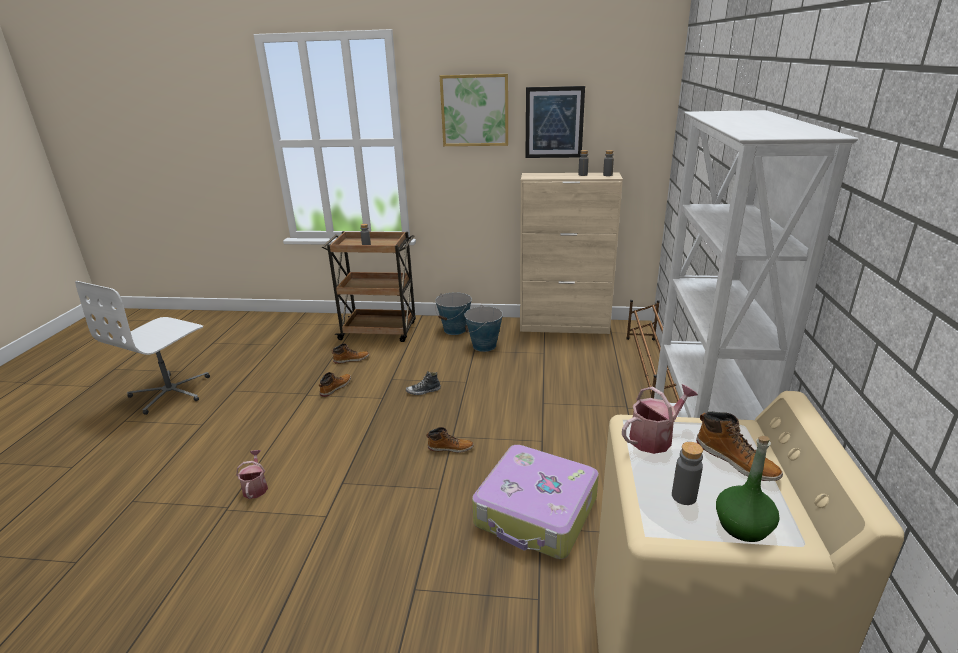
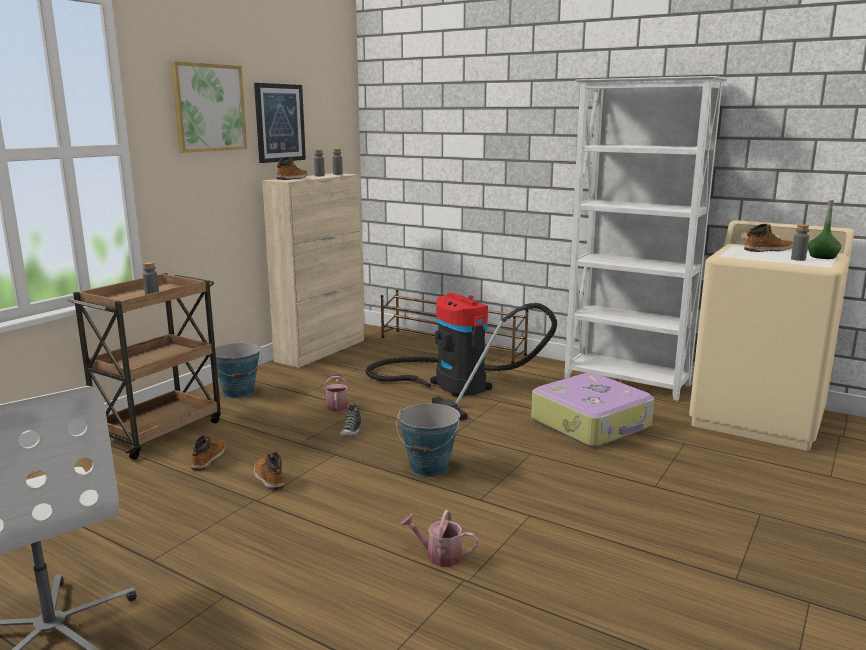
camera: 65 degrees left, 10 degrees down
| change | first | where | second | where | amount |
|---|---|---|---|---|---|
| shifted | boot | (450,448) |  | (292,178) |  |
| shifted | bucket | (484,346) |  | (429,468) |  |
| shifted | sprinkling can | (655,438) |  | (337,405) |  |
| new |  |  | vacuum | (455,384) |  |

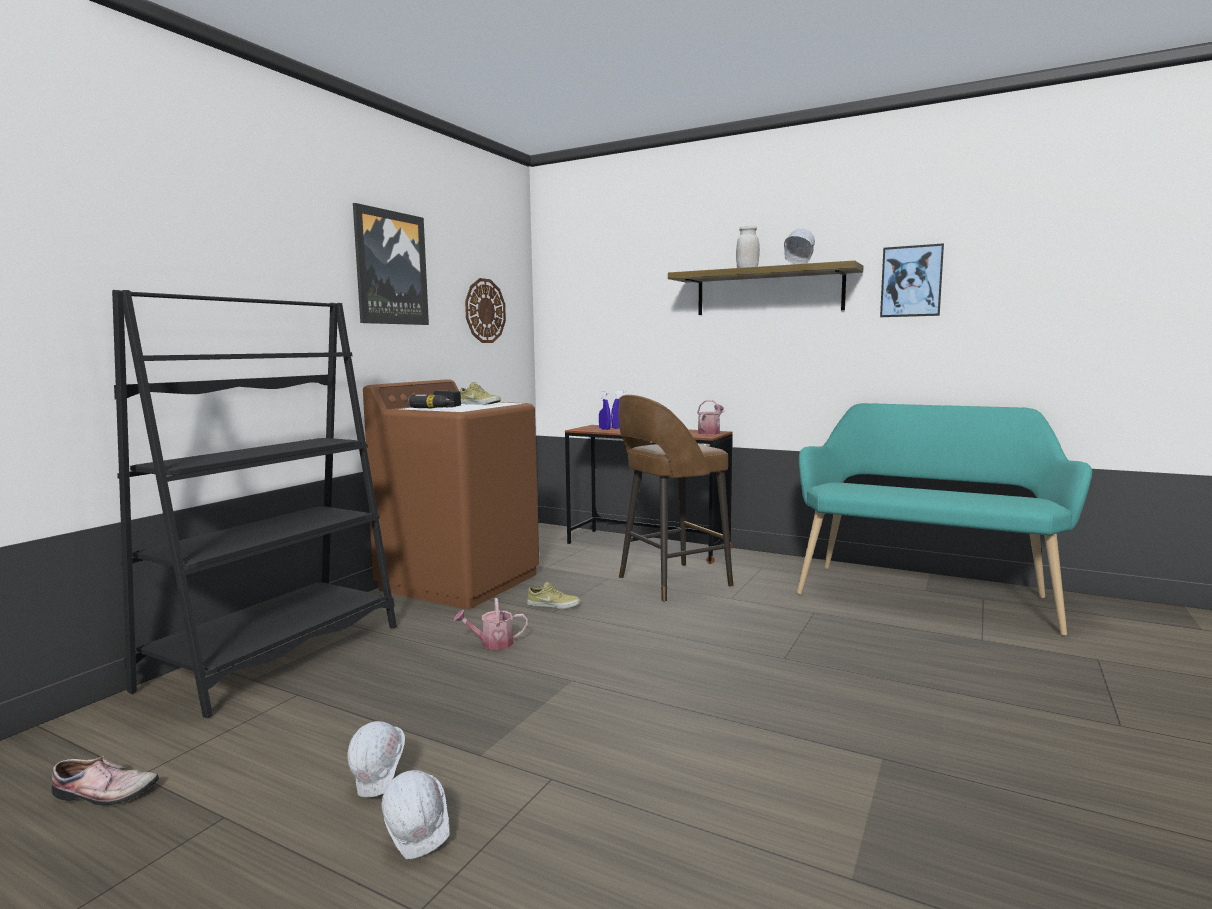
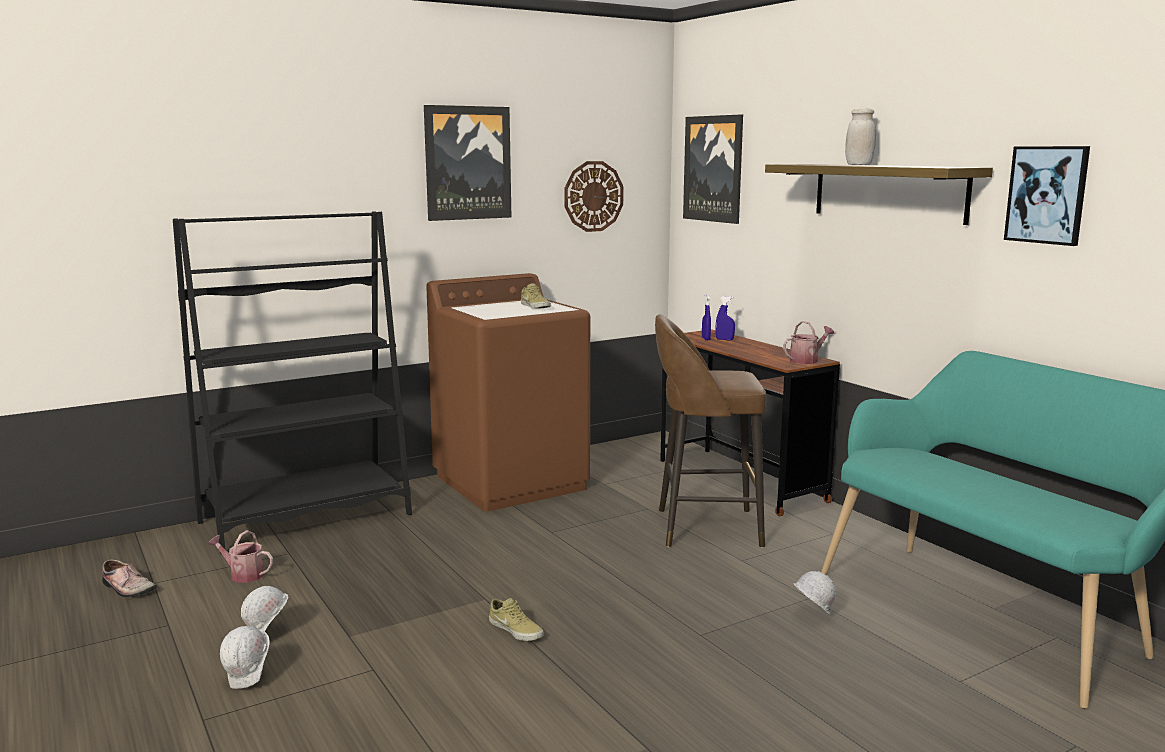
camera: 30 degrees right, 5 degrees up
| change | first | where | second | where | amount |
|---|---|---|---|---|---|
| gone | power drill | (442,408) |  |  |  |
| shifted | sprinkling can | (492,643) |  | (243,574) |  |
| shifted | beige shoe | (554,604) |  | (517,630) |  |
| shifted | white safety helmet | (797,264) |  | (811,615) |  |
| new |  |  | picture | (714,169) |  |

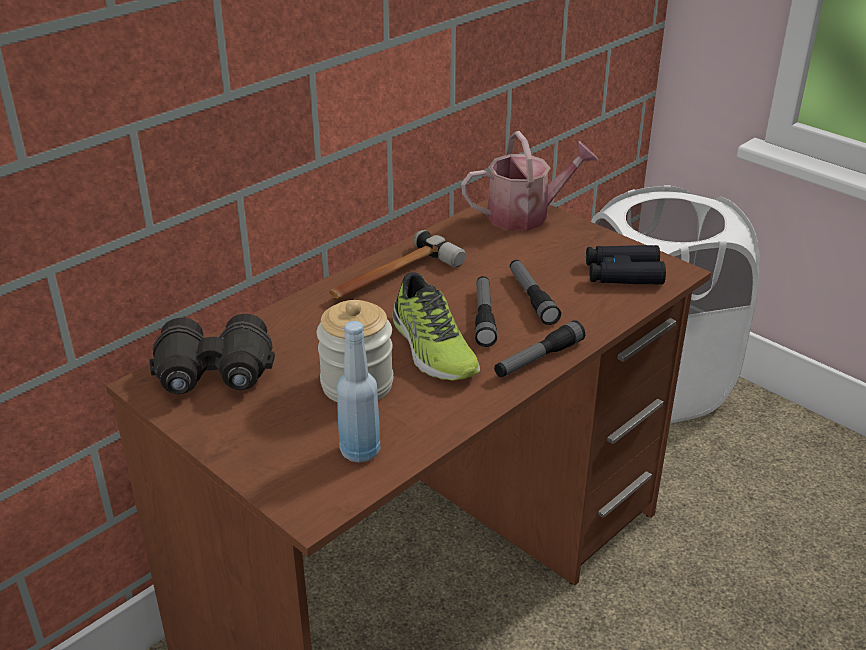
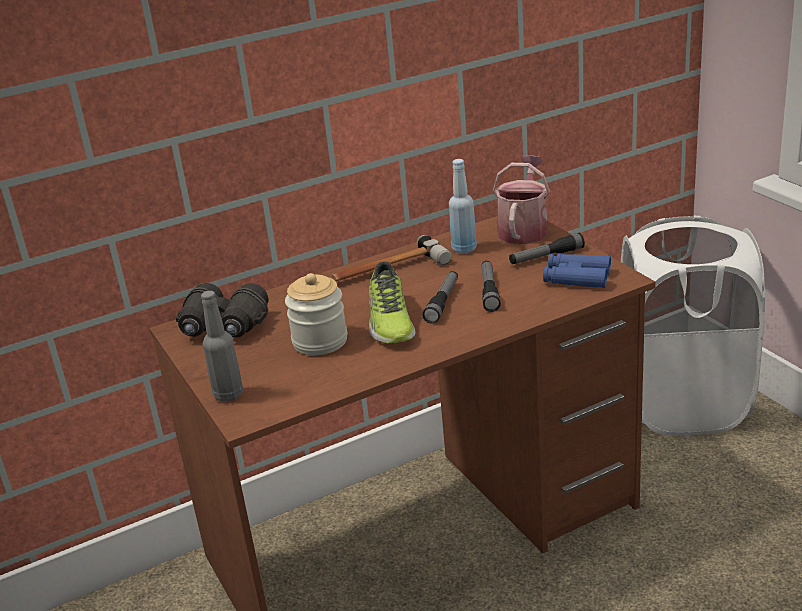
camera: 20 degrees right, 5 degrees down
| change | first | where | second | where | amount |
|---|---|---|---|---|---|
| shifted | blue-coloured beverage bottle | (360,451) |  | (464,249) |  |
| rotated | sprinkling can | (526,215) |  | (524,229) | 75 degrees counterclockwise |
| shifted | hand torch | (538,359) |  | (546,256) |  |
| repainted | black field glasses | (623,274) | blue-coloured field glasses | (576,278) |  |
| new |  |  | grey beverage bottle | (229,395) |  |

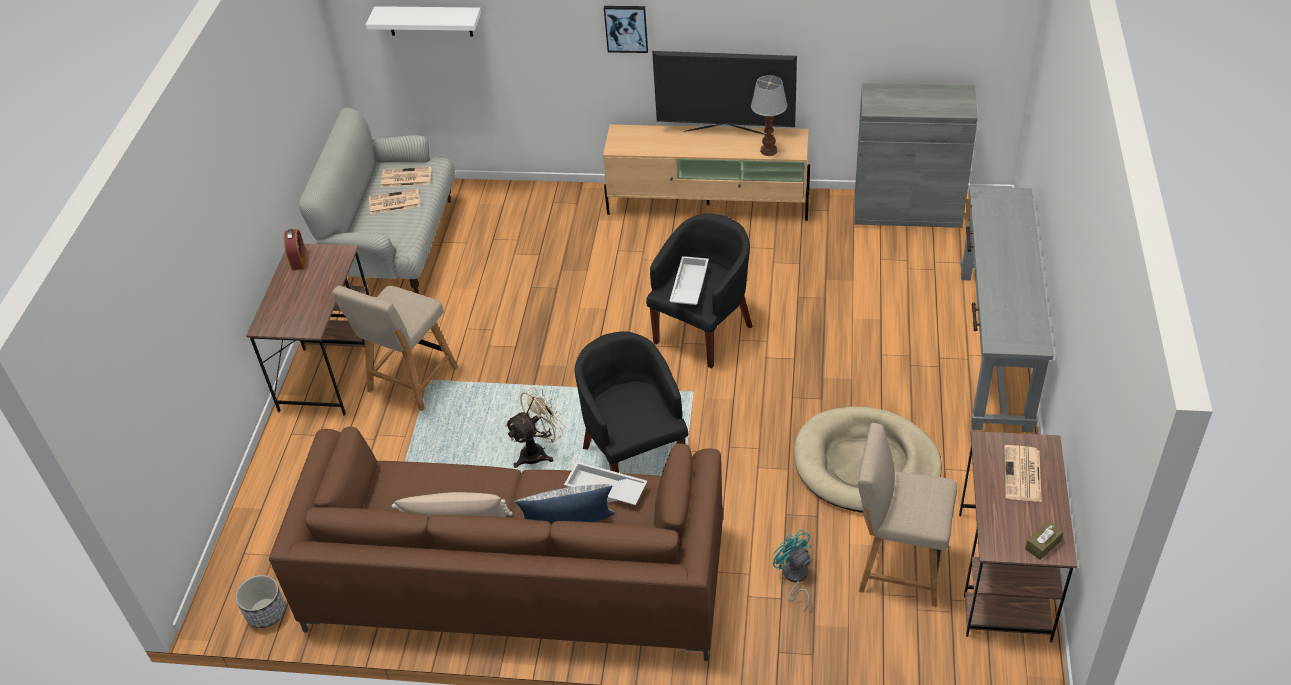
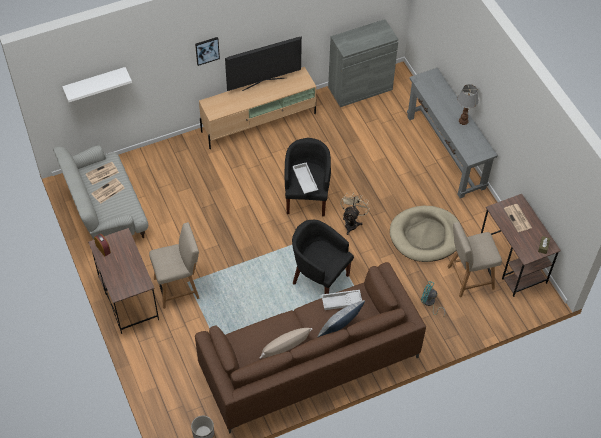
camera: 35 degrees left, 10 degrees up
| change | first | where | second | where | amount |
|---|---|---|---|---|---|
| rotated | beige chair | (410,382) |  | (179,287) | 105 degrees counterclockwise |
| shifted | beige electric fan | (538,452) |  | (352,222) |  |
| shifted | tabletop lamp | (769,151) |  | (463,121) |  |

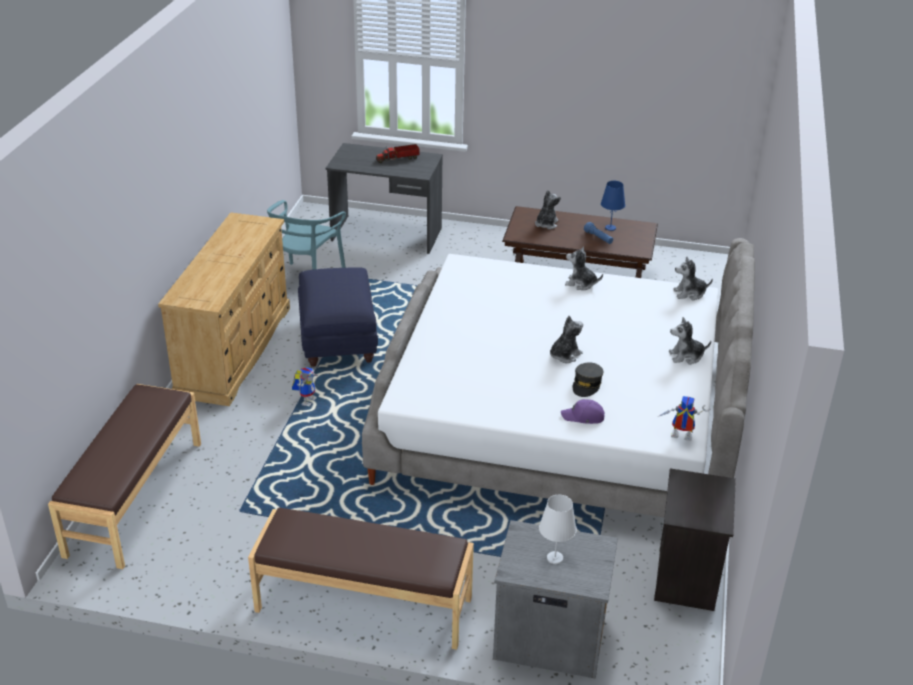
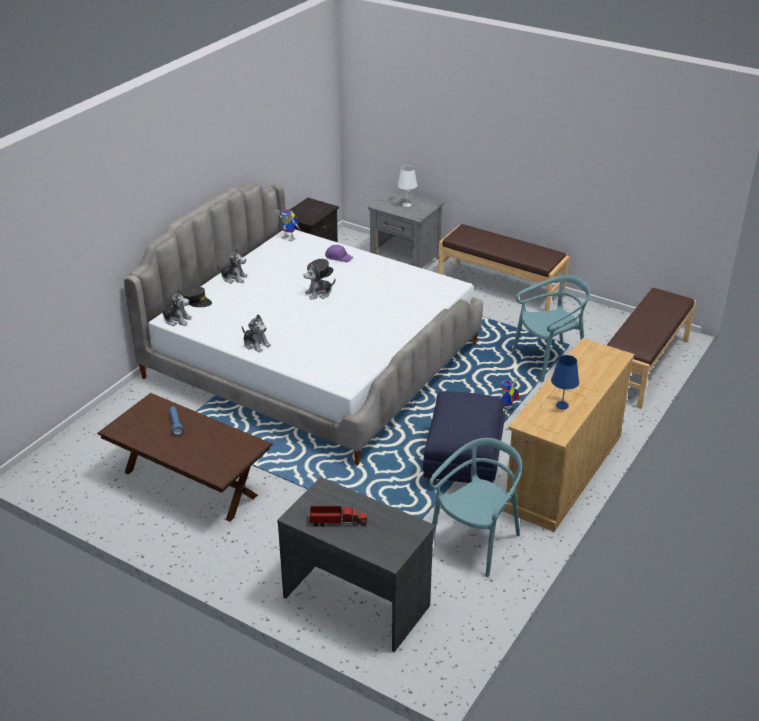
camera: 160 degrees left, 0 degrees up
| change | first | where | second | where | amount |
|---|---|---|---|---|---|
| gone | plush toy | (546,224) |  |  |  |
| shifted | blue-coloured tabletop lamp | (610,228) |  | (562,405) |  |
| new |  |  | grey peaked cap | (197,301) |  |
| new |  |  | turquoise-coloured chair | (549,360) |  |

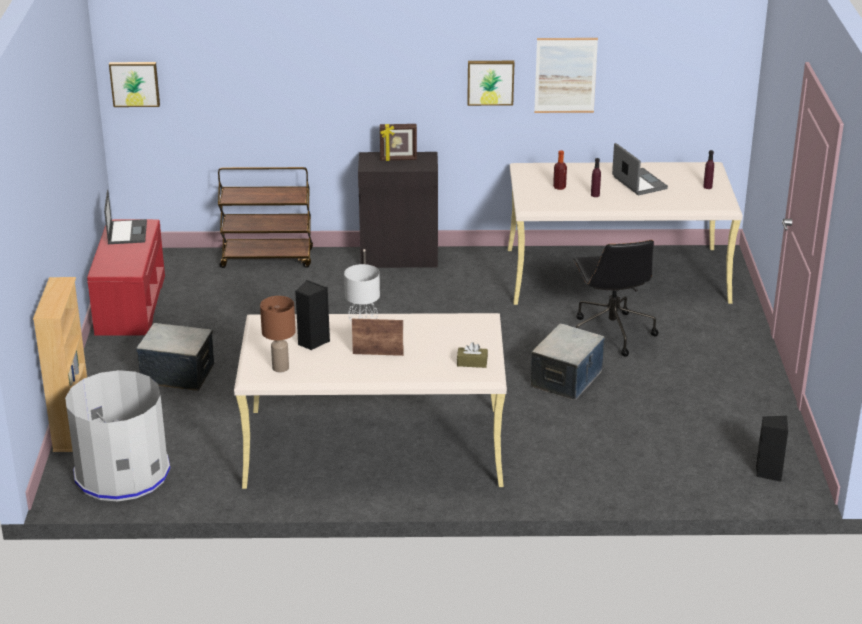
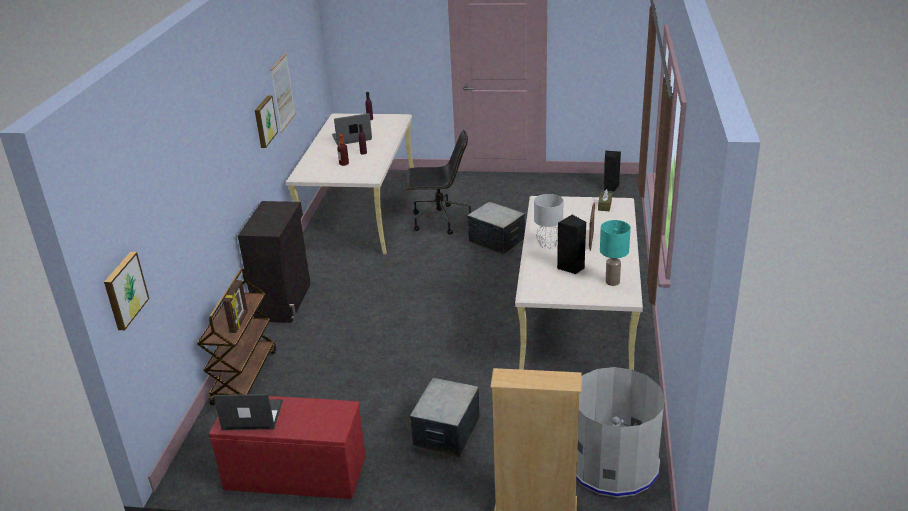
camera: 80 degrees left, 0 degrees up
| change | first | where | second | where | amount |
|---|---|---|---|---|---|
| repainted | brown tabletop lamp | (280,368) | turquoise-coloured tabletop lamp | (612,282) |  |
| shifted | picture frame | (398,159) |  | (239,322) |  |

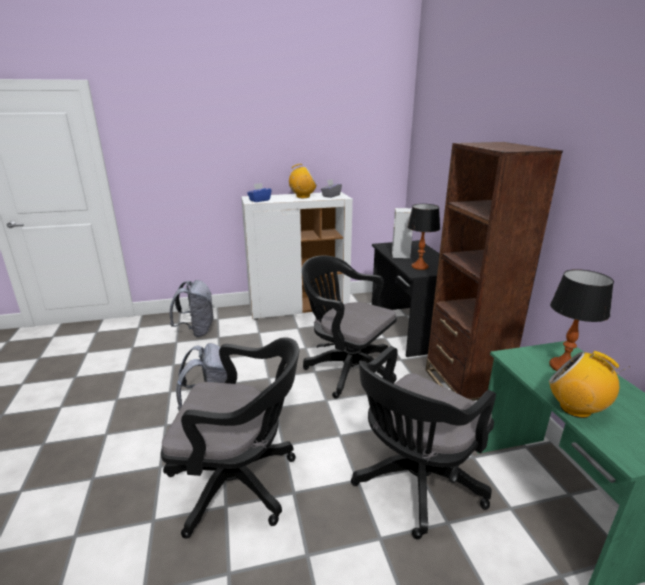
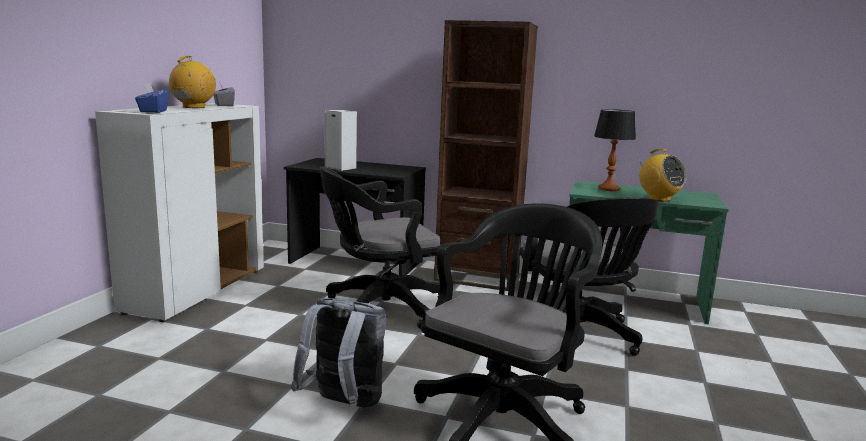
camera: 60 degrees left, 10 degrees down
| change | first | where | second | where | amount |
|---|---|---|---|---|---|
| gone | grey backpack | (196,331) |  |  |  |
| gone | tabletop lamp | (420,266) |  |  |  |
| rotated | radio receiver | (575,408) |  | (658,199) | 105 degrees counterclockwise |

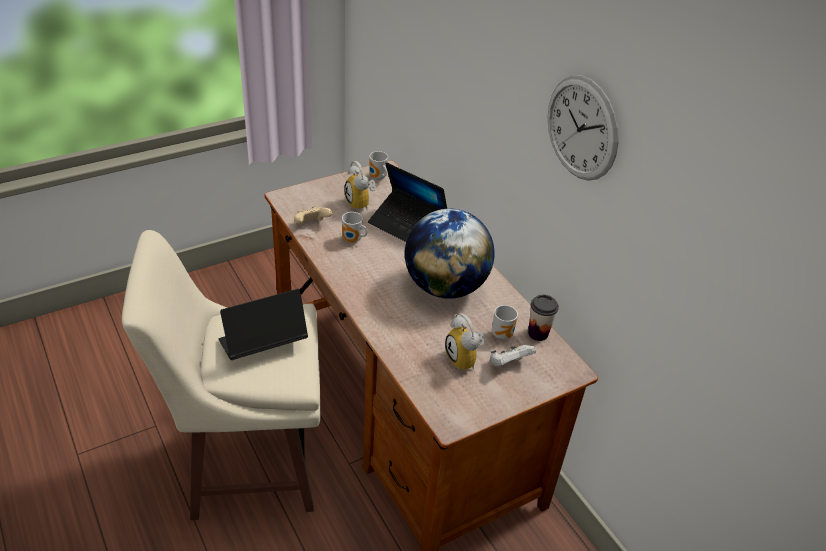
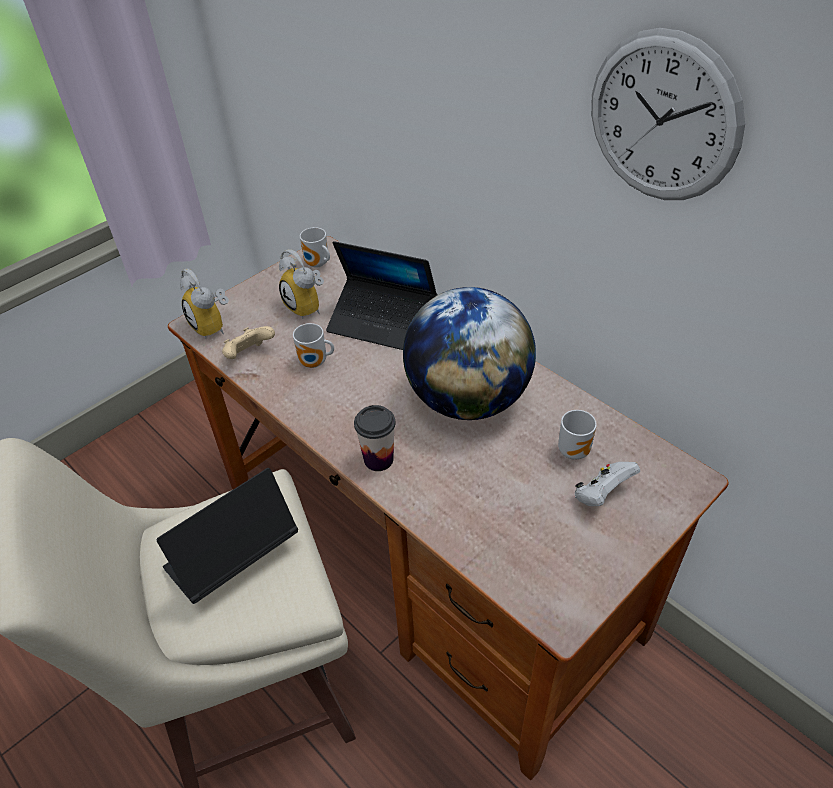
camera: 10 degrees left, 5 degrees up
| change | first | where | second | where | amount |
|---|---|---|---|---|---|
| shifted | bedside clock | (465,359) |  | (214,326) |  |
| shifted | cup | (538,333) |  | (378,459) |  |

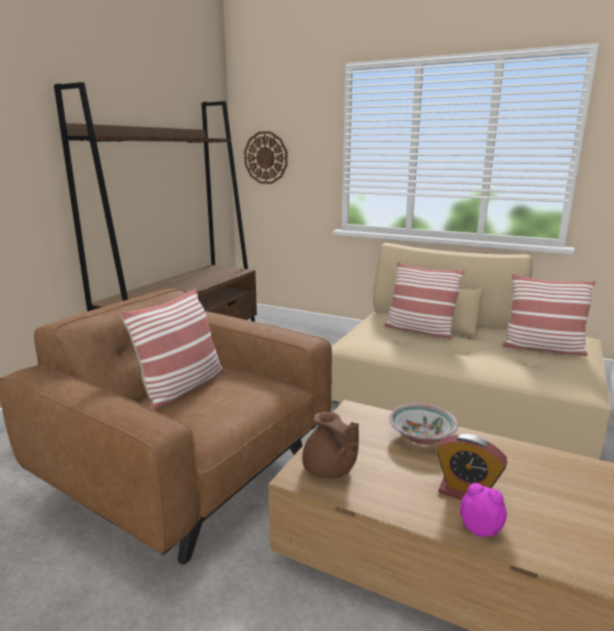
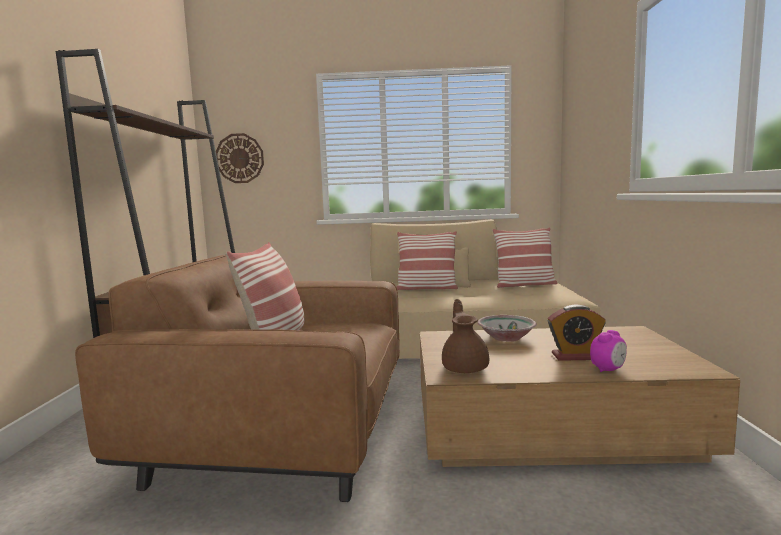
camera: 25 degrees left, 10 degrees down
| change | first | where | second | where | amount |
|---|---|---|---|---|---|
| rotated | brown teapot | (329,470) |  | (465,367) | 120 degrees counterclockwise |
| rotated | bedside clock | (480,529) |  | (608,369) | 135 degrees clockwise |

